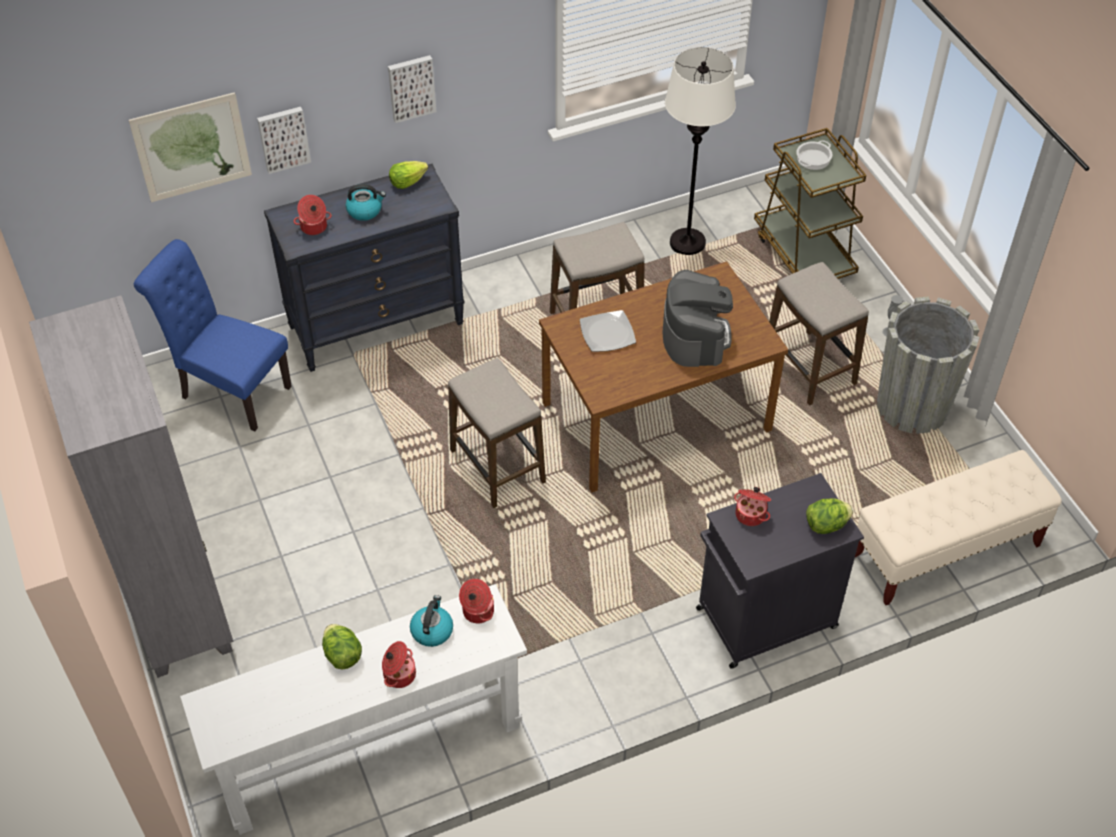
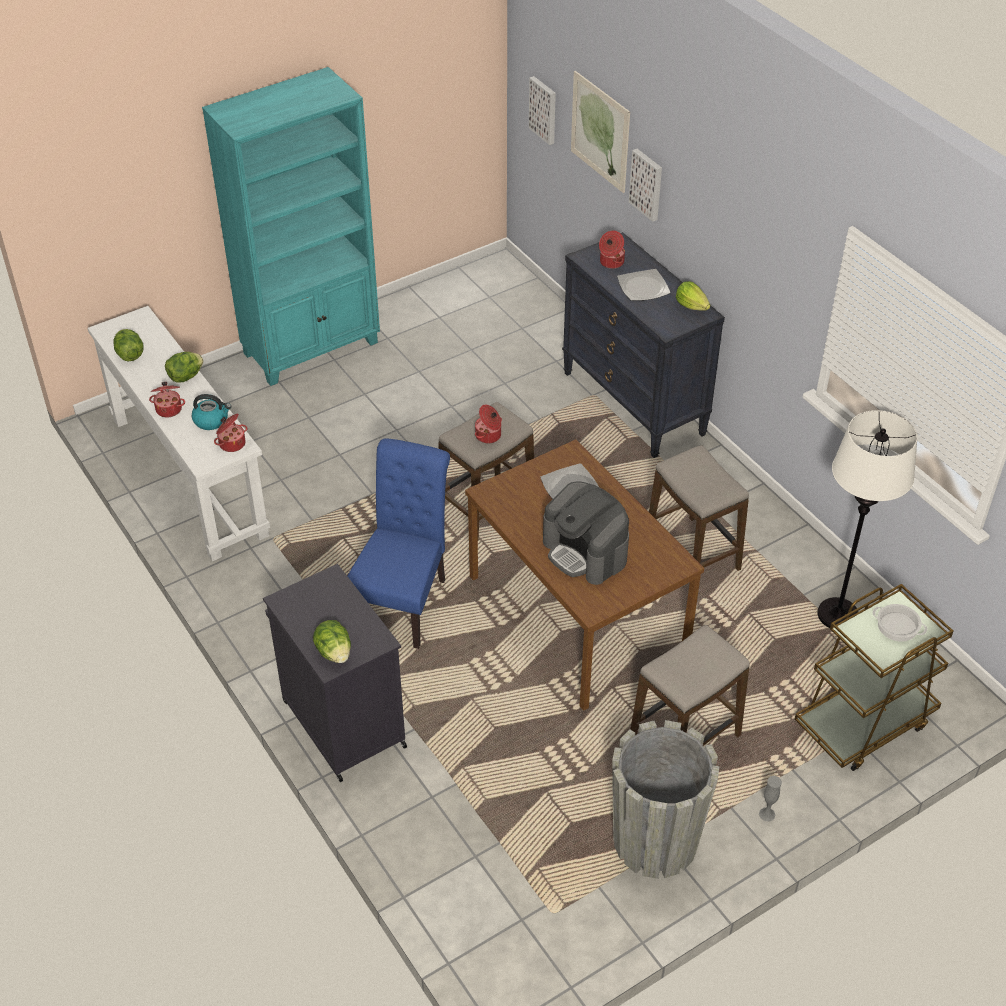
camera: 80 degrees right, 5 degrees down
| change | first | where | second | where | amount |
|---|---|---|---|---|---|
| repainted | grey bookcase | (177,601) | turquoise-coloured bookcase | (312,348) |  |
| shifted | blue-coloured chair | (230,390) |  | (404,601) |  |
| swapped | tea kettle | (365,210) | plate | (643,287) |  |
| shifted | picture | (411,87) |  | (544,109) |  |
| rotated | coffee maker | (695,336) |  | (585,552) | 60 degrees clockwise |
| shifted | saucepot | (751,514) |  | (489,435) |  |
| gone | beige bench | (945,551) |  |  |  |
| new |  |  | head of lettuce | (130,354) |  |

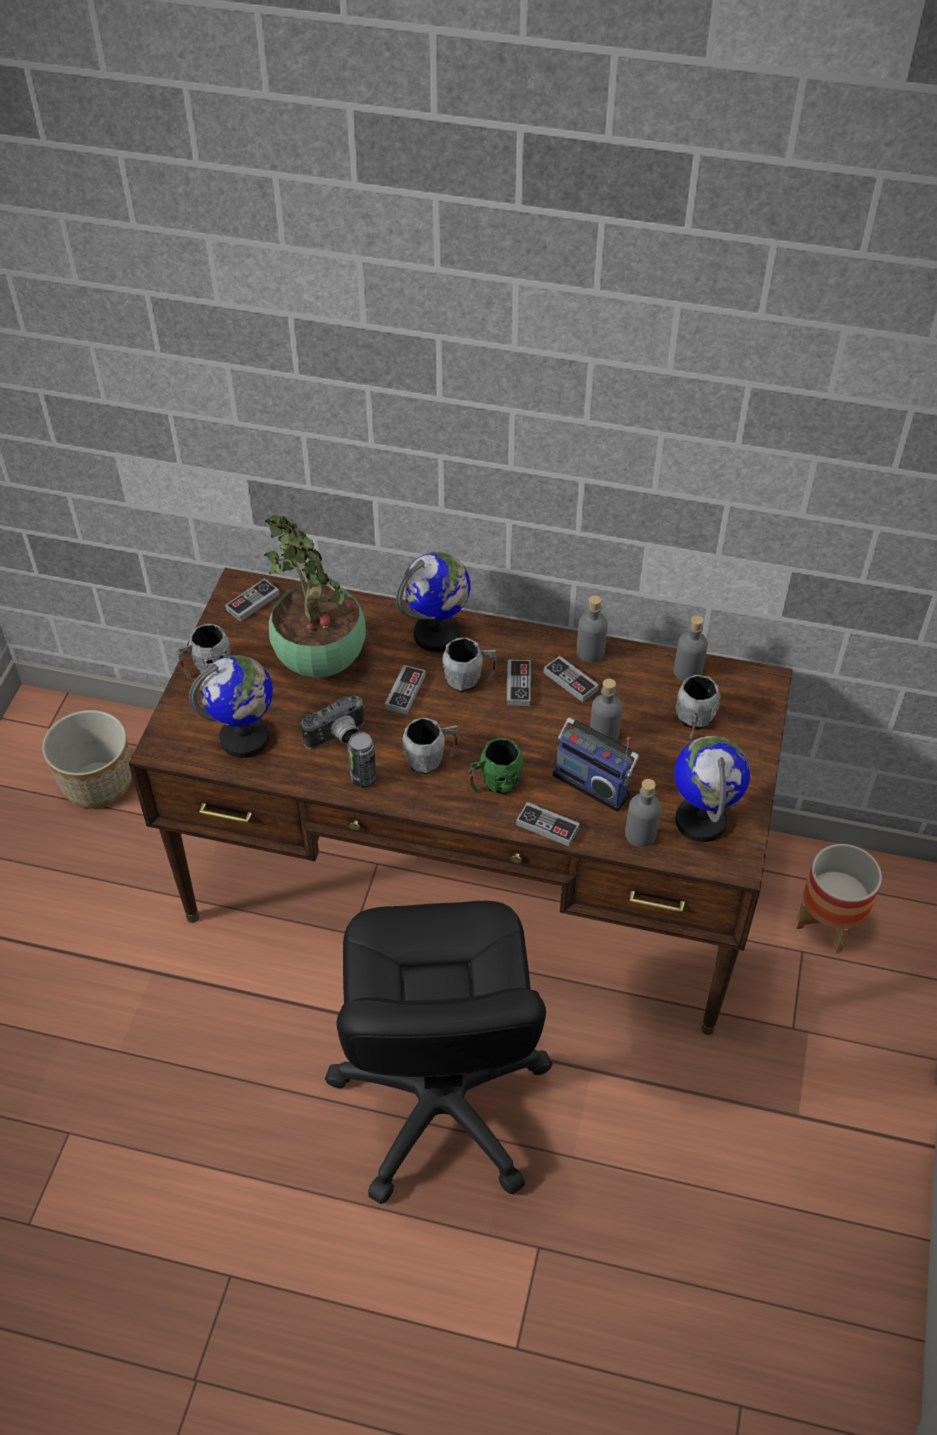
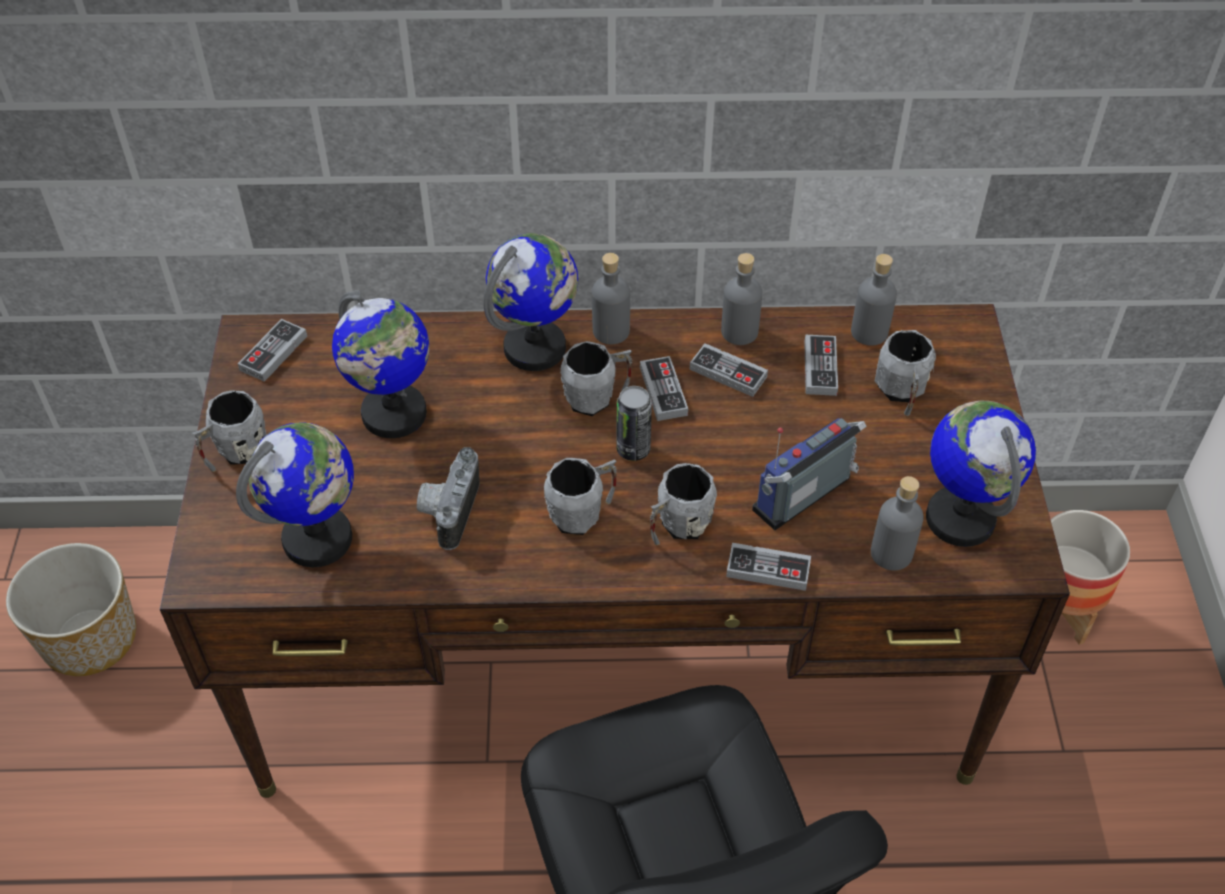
camera: 15 degrees left, 0 degrees up
| change | first | where | second | where | amount |
|---|---|---|---|---|---|
| swapped | houseplant | (322,663) | desk globe | (394,414) |  |
| rotated | still camera | (338,738) |  | (448,511) | 150 degrees clockwise |
| shifted | metal can | (363,778) |  | (633,449) |  |
| shifted | gamepad | (405,692) |  | (820,368) |  |
| repainted | green-coloured tea mug | (494,783) | grey tea mug | (678,527) |  |
| rotated | radio receiver | (593,782) |  | (806,498) | 120 degrees clockwise |
| shifted | grey beverage bottle | (604,734) |  | (611,331) |  |

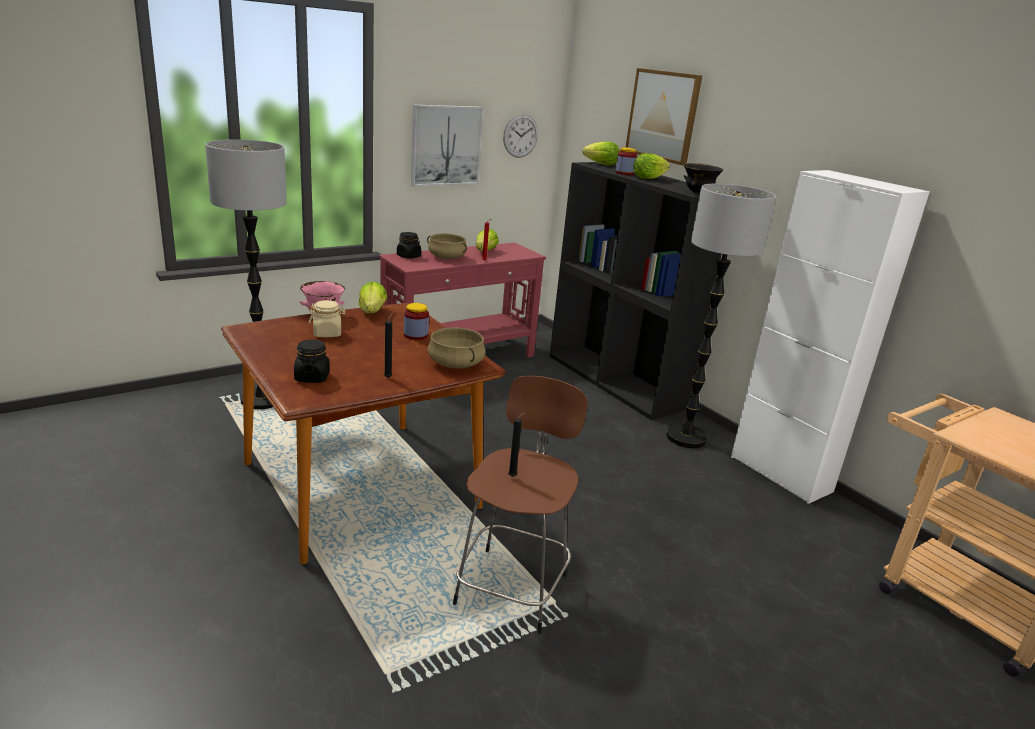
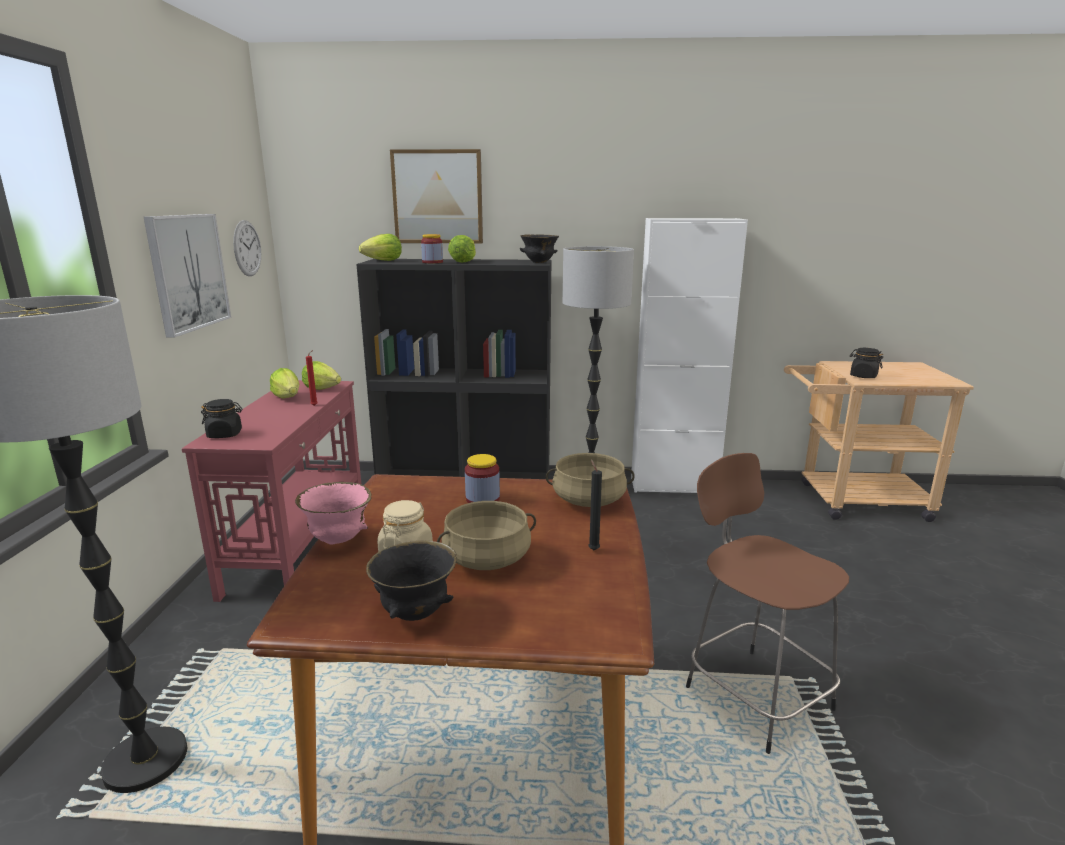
camera: 50 degrees left, 5 degrees down
| change | first | where | second | where | amount |
|---|---|---|---|---|---|
| shifted | black preserve jar | (312,377) |  | (863,376) |  |
| shifted | head of lettuce | (372,312) |  | (322,389) |  |
| shifted | beige saucepot | (446,257) |  | (487,559) |  |
| gone | black candle | (513,476) |  |  |  |
| new |  |  | black serving bowl | (416,614) |  |

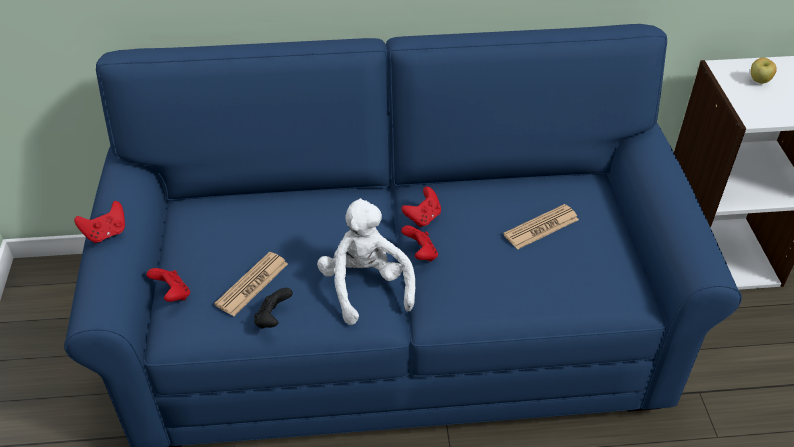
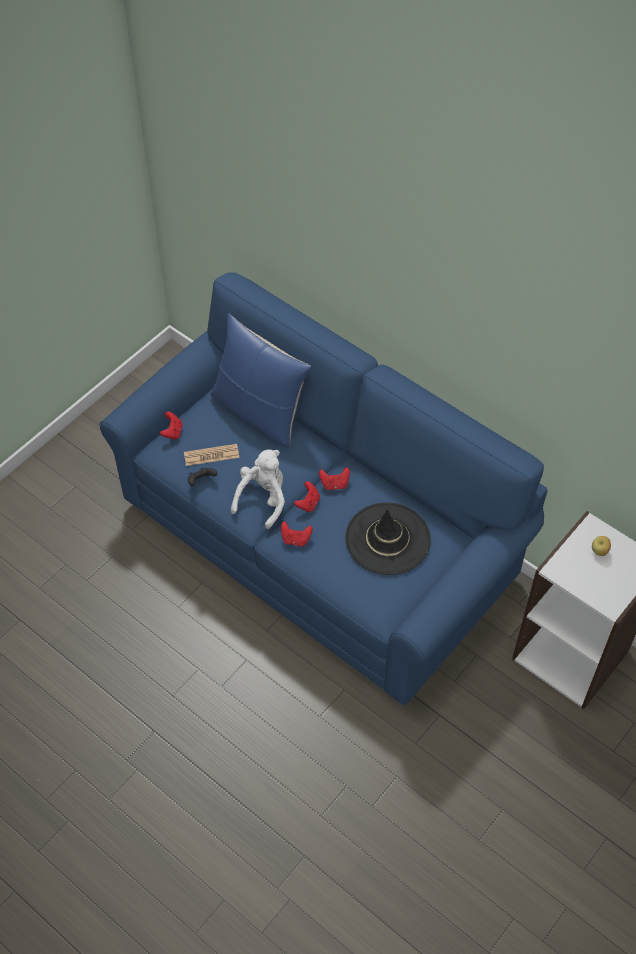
camera: 45 degrees right, 10 degrees up
| change | first | where | second | where | amount |
|---|---|---|---|---|---|
| shifted | red-coloured gamepad | (106,233) |  | (295,539) |  |
| swapped | printed paper | (541,227) | black wearable hat | (387,539) |  |
| new |  |  | blue-coloured cushion | (259,412) |  |

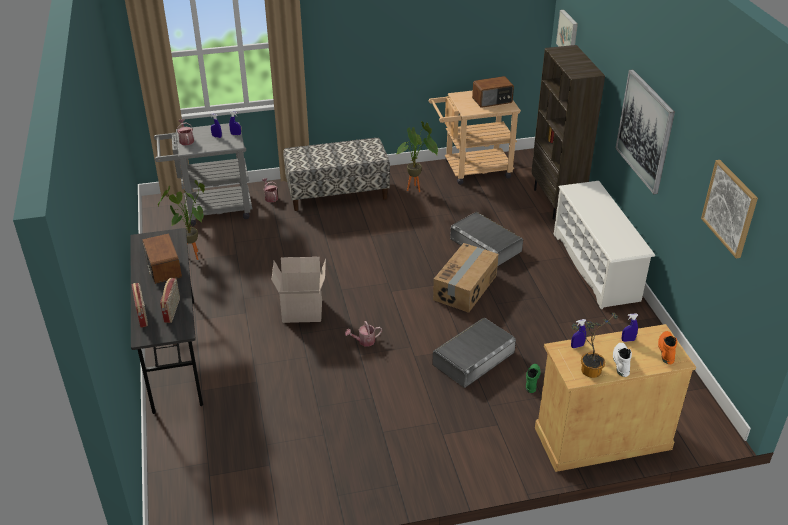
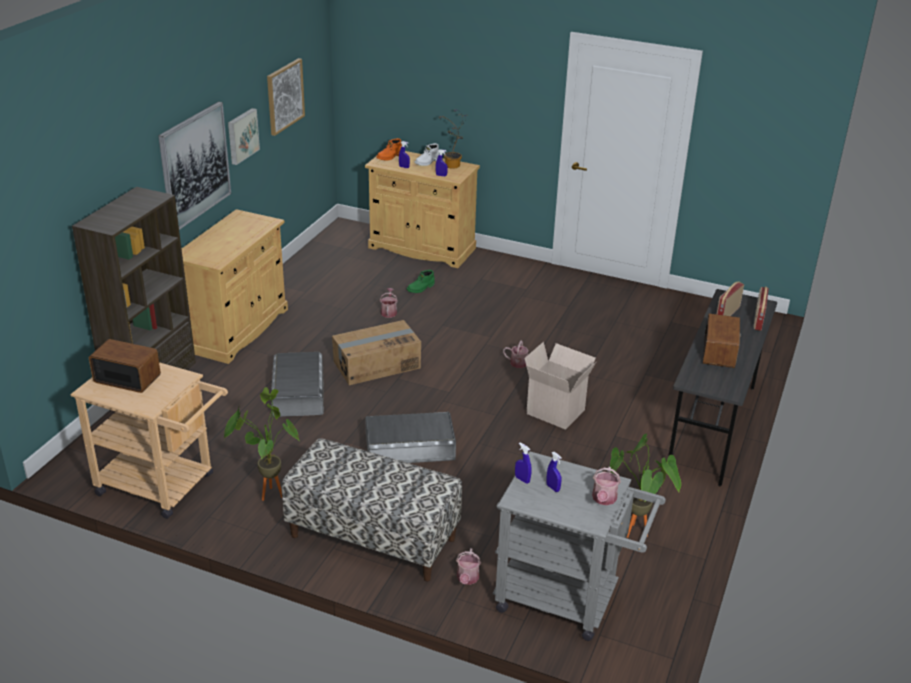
camera: 145 degrees left, 5 degrees down
| change | first | where | second | where | amount |
|---|---|---|---|---|---|
| shifted | grey storage container | (473,358) |  | (409,446) |  |
| swapped | white shoe rack | (596,267) | beige cupboard | (237,329) |  |
| shifted | picture | (568,33) |  | (242,135) |  |
| new |  |  | sprinkling can | (389,312) |  |

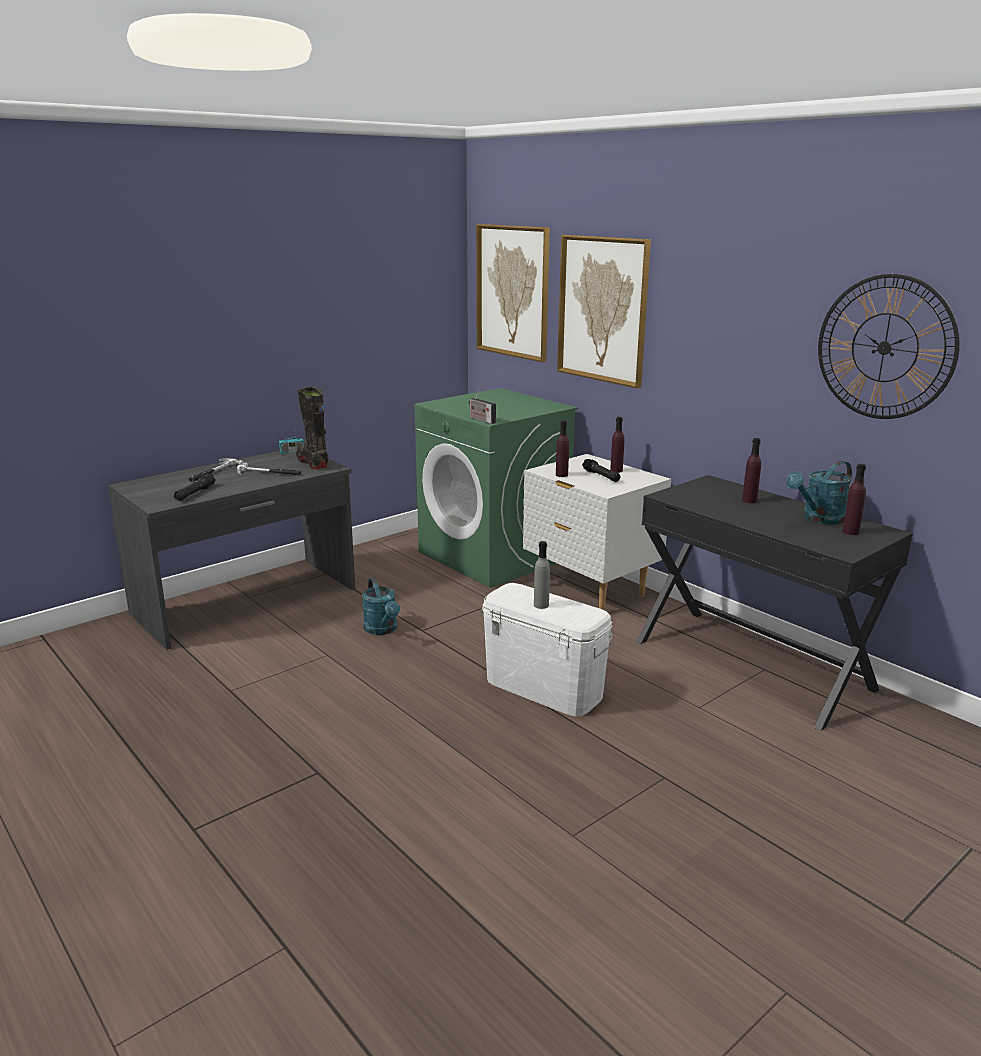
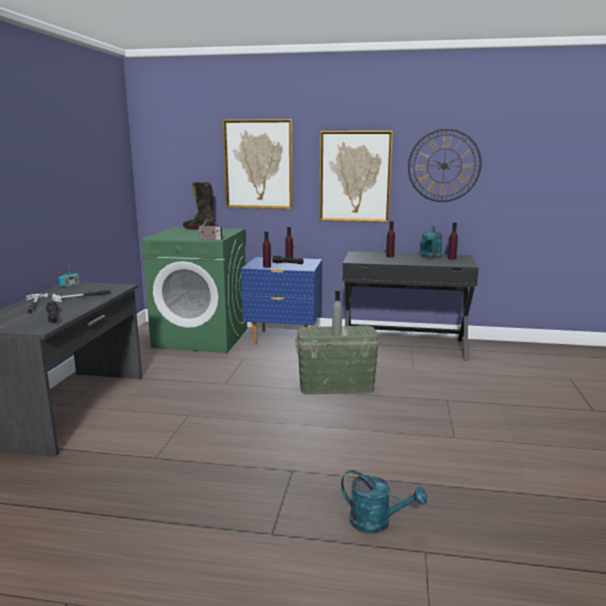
camera: 40 degrees left, 5 degrees down
| change | first | where | second | where | amount |
|---|---|---|---|---|---|
| shifted | black boot | (312,463) |  | (199,229) |  |
| shifted | turquoise-coloured sprinkling can | (383,630) |  | (377,523) |  |
| shifted | picture | (513,291) |  | (355,177) |  |
| repainted | white storage container | (544,688) | green-coloured storage container | (336,386) |  |
| repainted | white nightstand | (590,591) | blue-coloured nightstand | (284,339) |  |

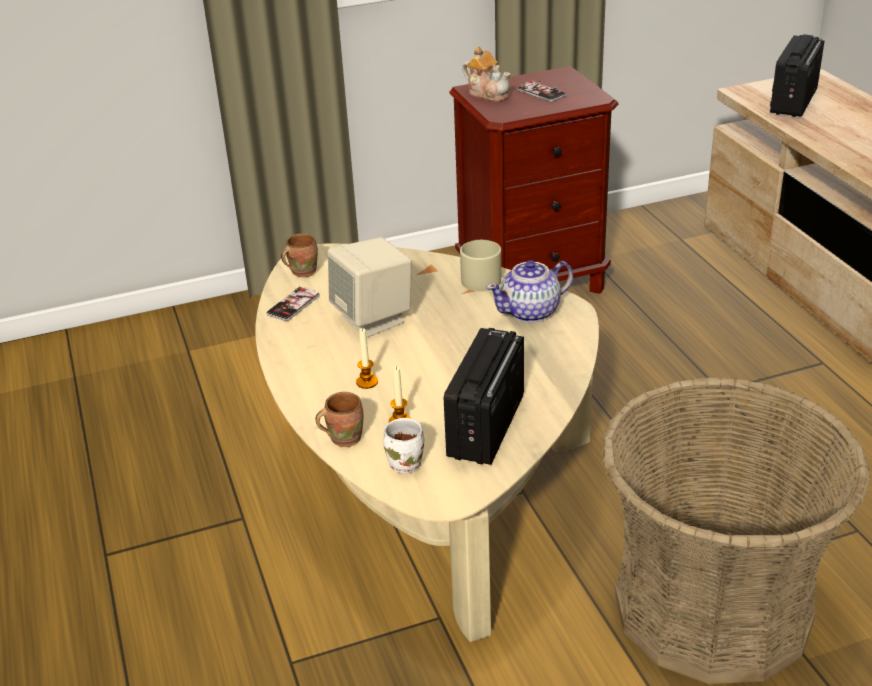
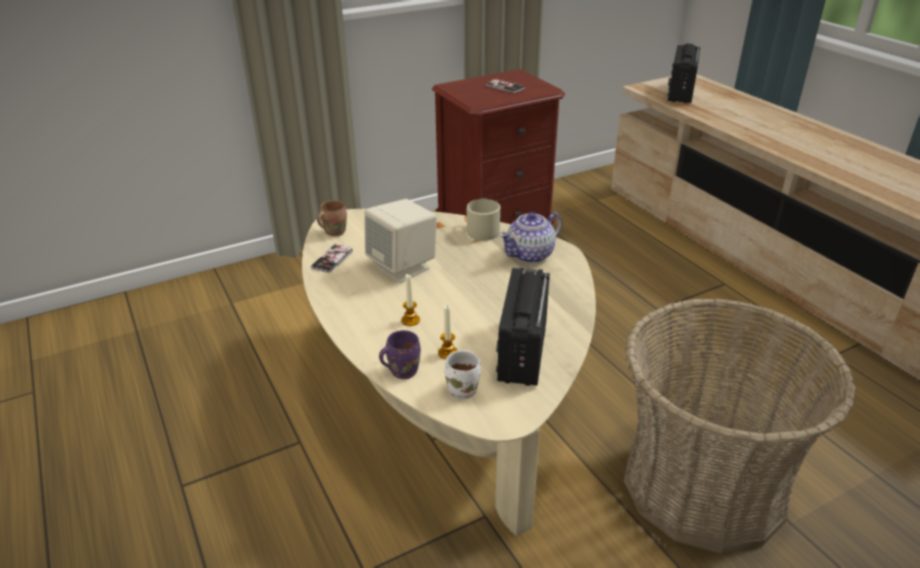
camera: 10 degrees left, 0 degrees up
| change | first | where | second | where | amount |
|---|---|---|---|---|---|
| repainted | brown tea mug | (343,437) | purplish tea mug | (401,370) |  |
| gone | teapot | (488,93) |  |  |  |

